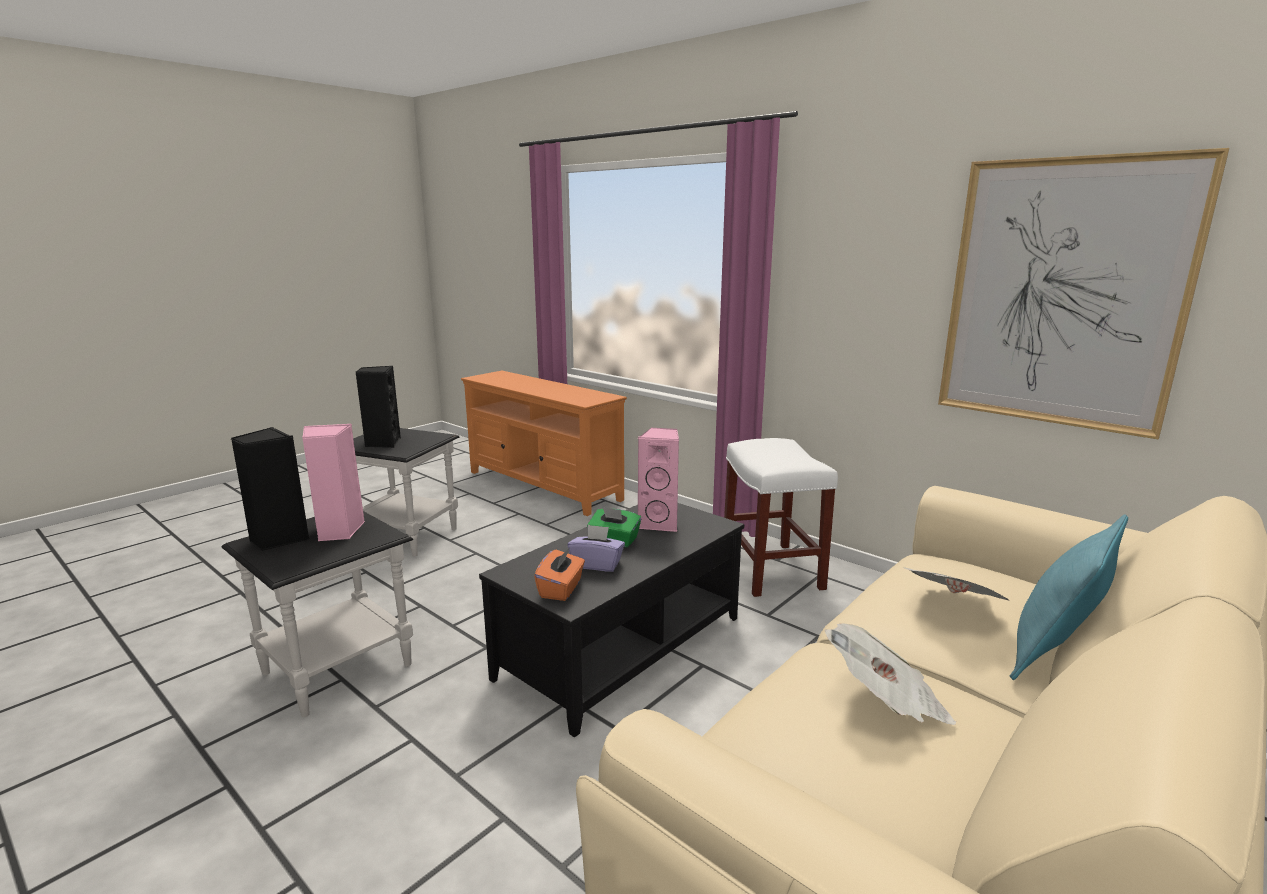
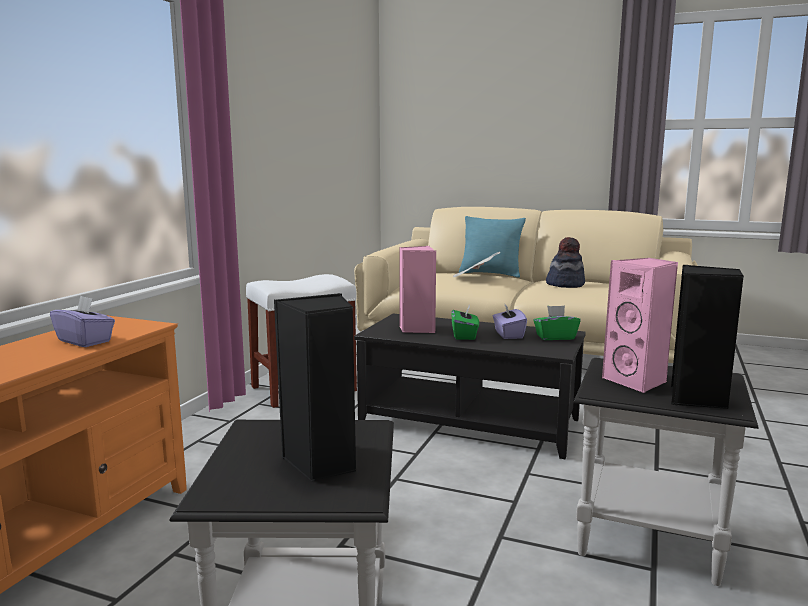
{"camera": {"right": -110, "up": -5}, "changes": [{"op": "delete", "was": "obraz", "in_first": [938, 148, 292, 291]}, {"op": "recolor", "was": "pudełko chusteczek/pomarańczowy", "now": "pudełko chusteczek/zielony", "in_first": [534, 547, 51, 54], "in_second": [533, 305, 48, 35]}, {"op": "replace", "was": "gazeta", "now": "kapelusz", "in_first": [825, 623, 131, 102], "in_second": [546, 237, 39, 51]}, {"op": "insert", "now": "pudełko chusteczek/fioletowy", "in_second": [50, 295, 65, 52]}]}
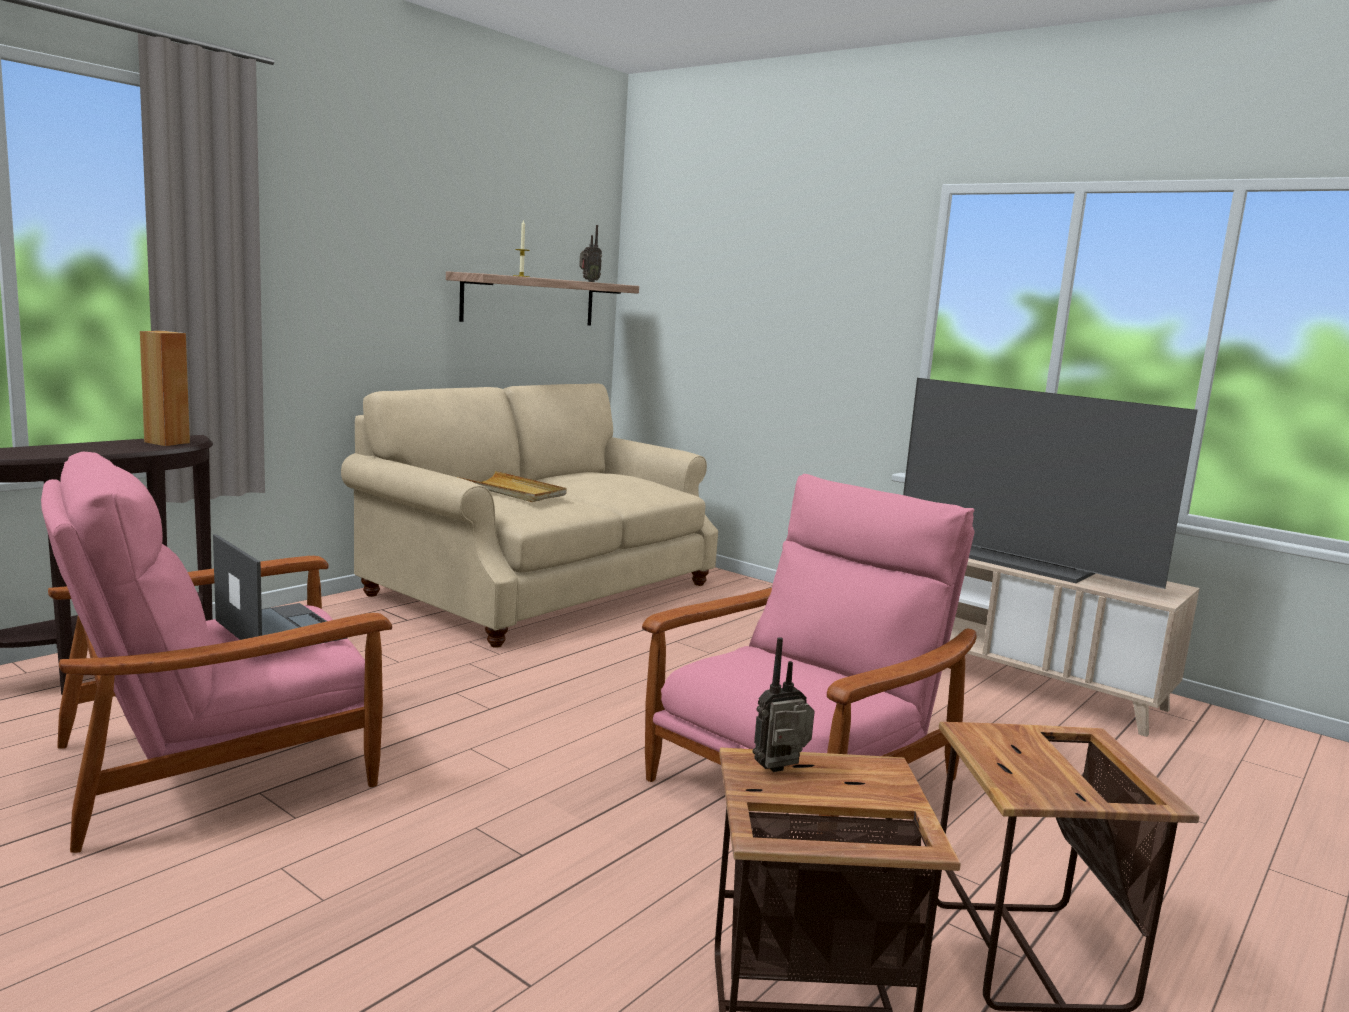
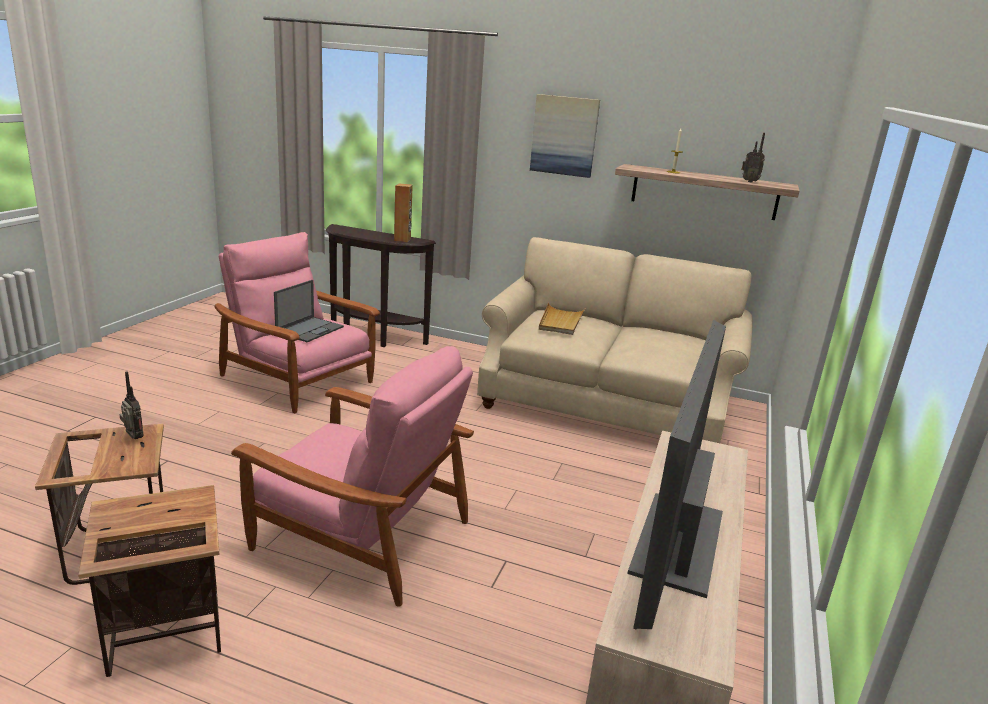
{"camera": {"right": 70, "up": 10}, "changes": [{"op": "insert", "now": "obraz", "in_second": [530, 94, 70, 84]}]}
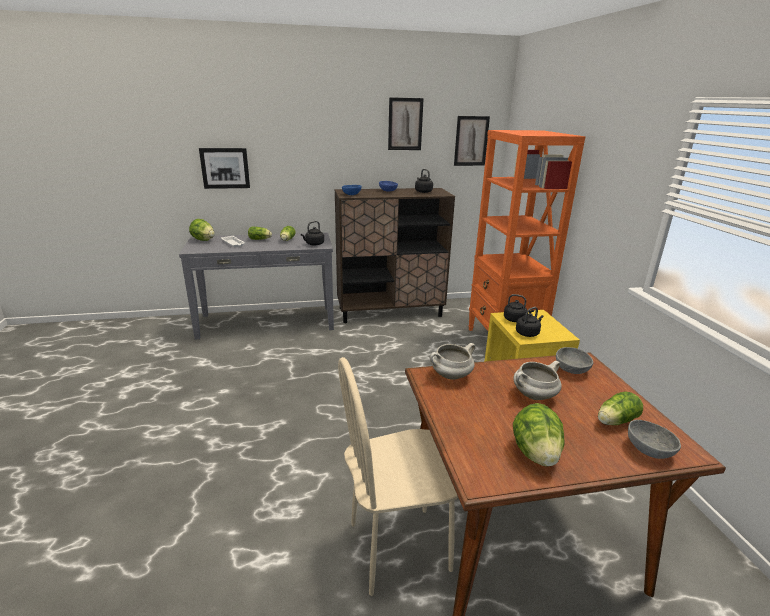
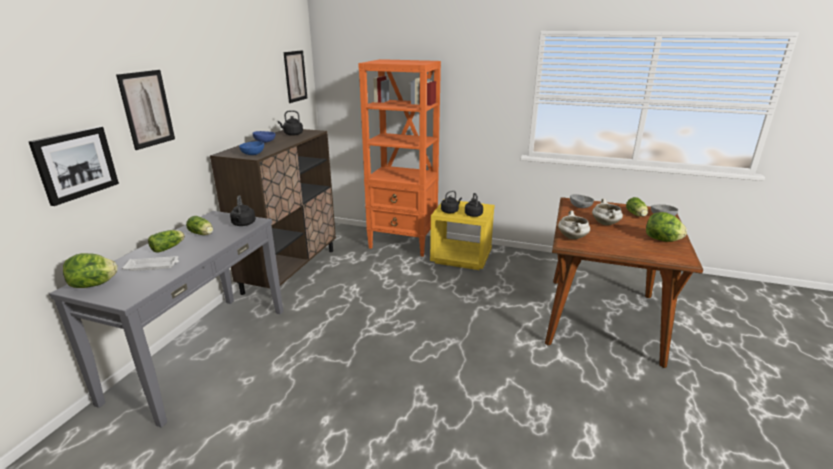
{"camera": {"right": -60, "up": 0}, "changes": [{"op": "move", "was": "obraz", "in_first": [388, 97, 36, 53], "in_second": [116, 70, 59, 80]}, {"op": "delete", "was": "krzesło/beżowy", "in_first": [338, 357, 120, 239]}]}
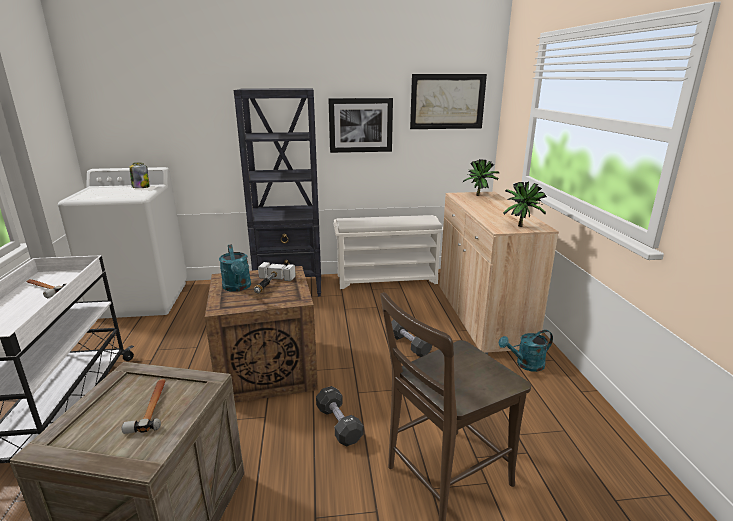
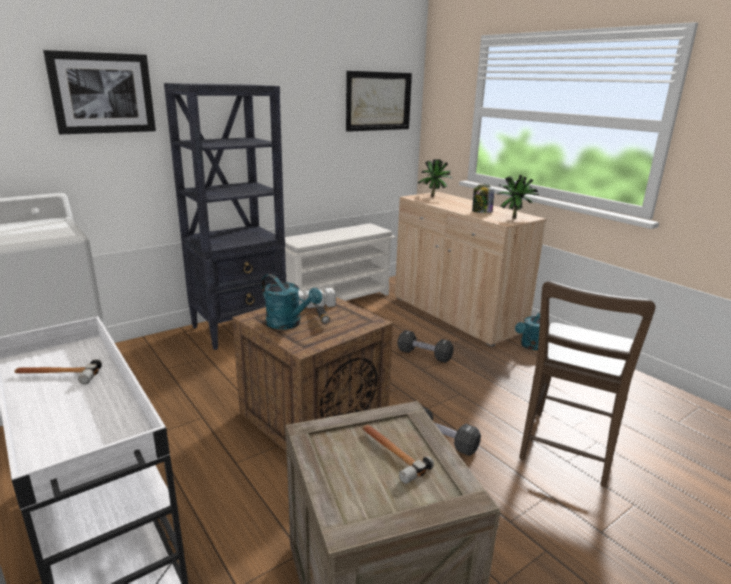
{"camera": {"right": -30, "up": 0}, "changes": [{"op": "move", "was": "obraz", "in_first": [328, 98, 65, 55], "in_second": [43, 50, 113, 84]}, {"op": "move", "was": "słoik", "in_first": [129, 163, 21, 25], "in_second": [472, 184, 22, 29]}]}
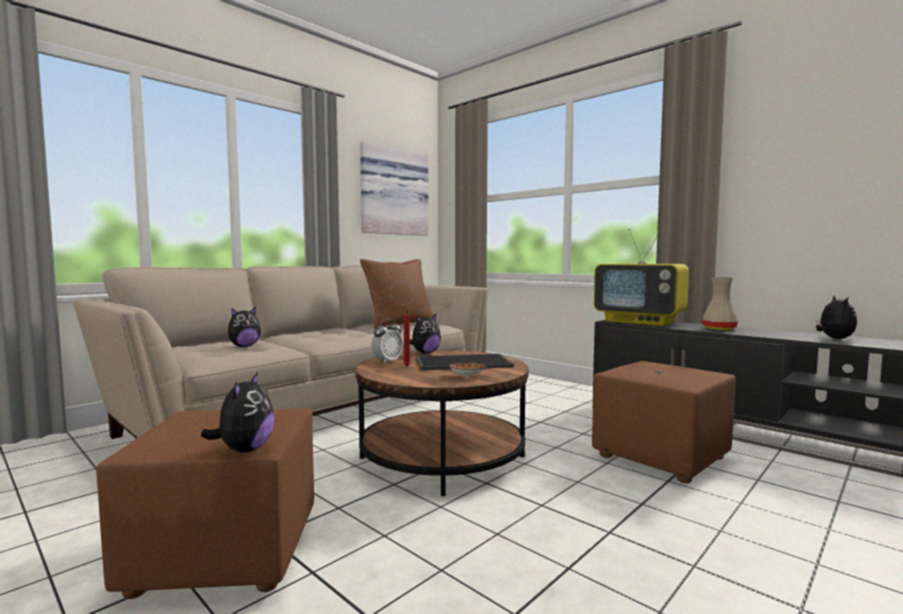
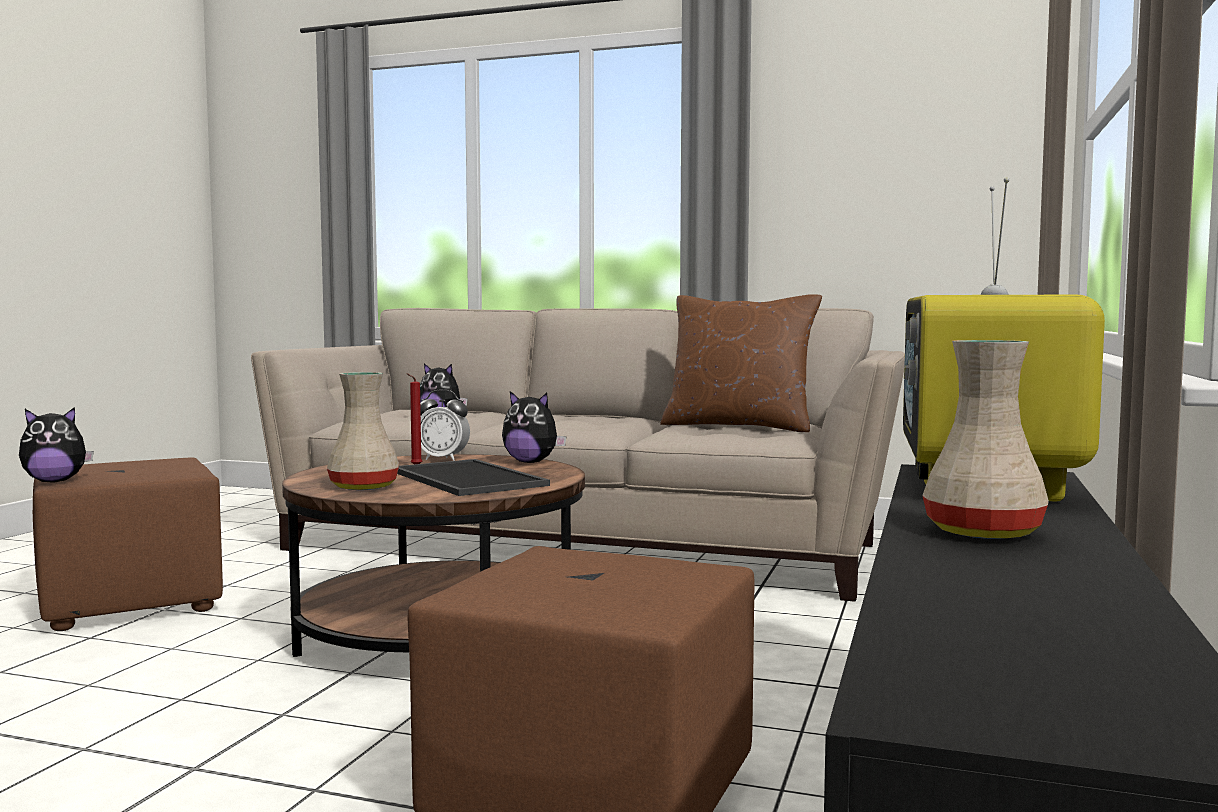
{"camera": {"right": 65, "up": 0}, "changes": [{"op": "delete", "was": "obraz", "in_first": [360, 142, 69, 94]}, {"op": "delete", "was": "pluszak", "in_first": [816, 295, 41, 44]}, {"op": "replace", "was": "miska", "now": "wazon/beżowy", "in_first": [448, 363, 39, 14], "in_second": [327, 372, 72, 118]}]}
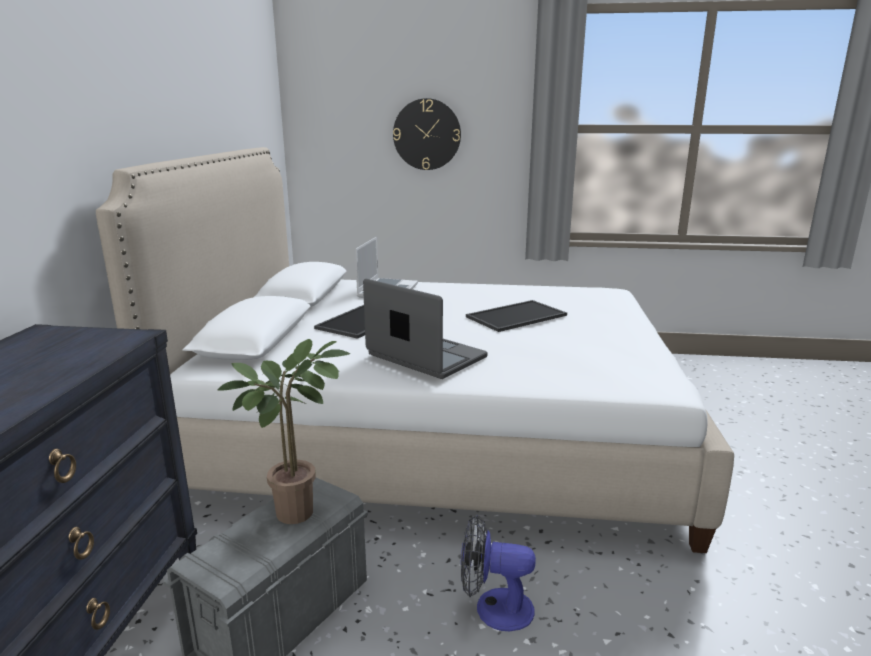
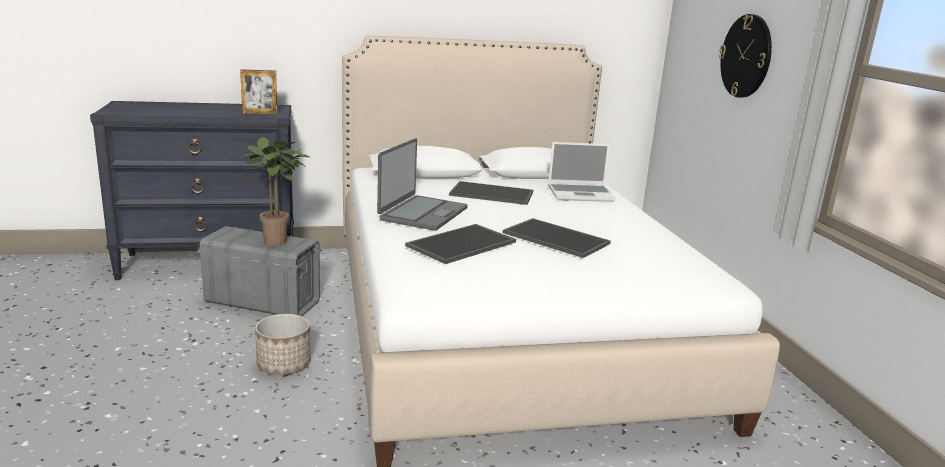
{"camera": {"right": 70, "up": 0}, "changes": [{"op": "replace", "was": "wentylator", "now": "donica", "in_first": [461, 515, 75, 116], "in_second": [255, 314, 56, 61]}, {"op": "insert", "now": "ramka na zdjęcie", "in_second": [240, 69, 38, 45]}, {"op": "insert", "now": "taca", "in_second": [405, 224, 111, 40]}]}
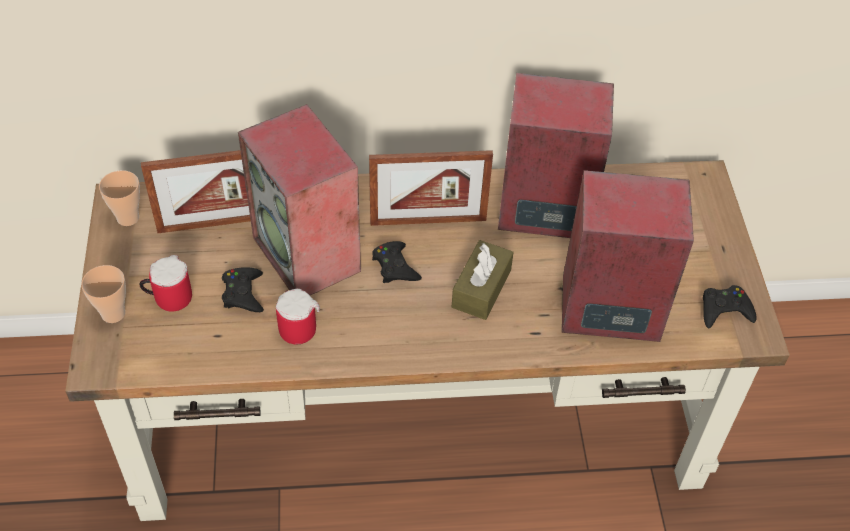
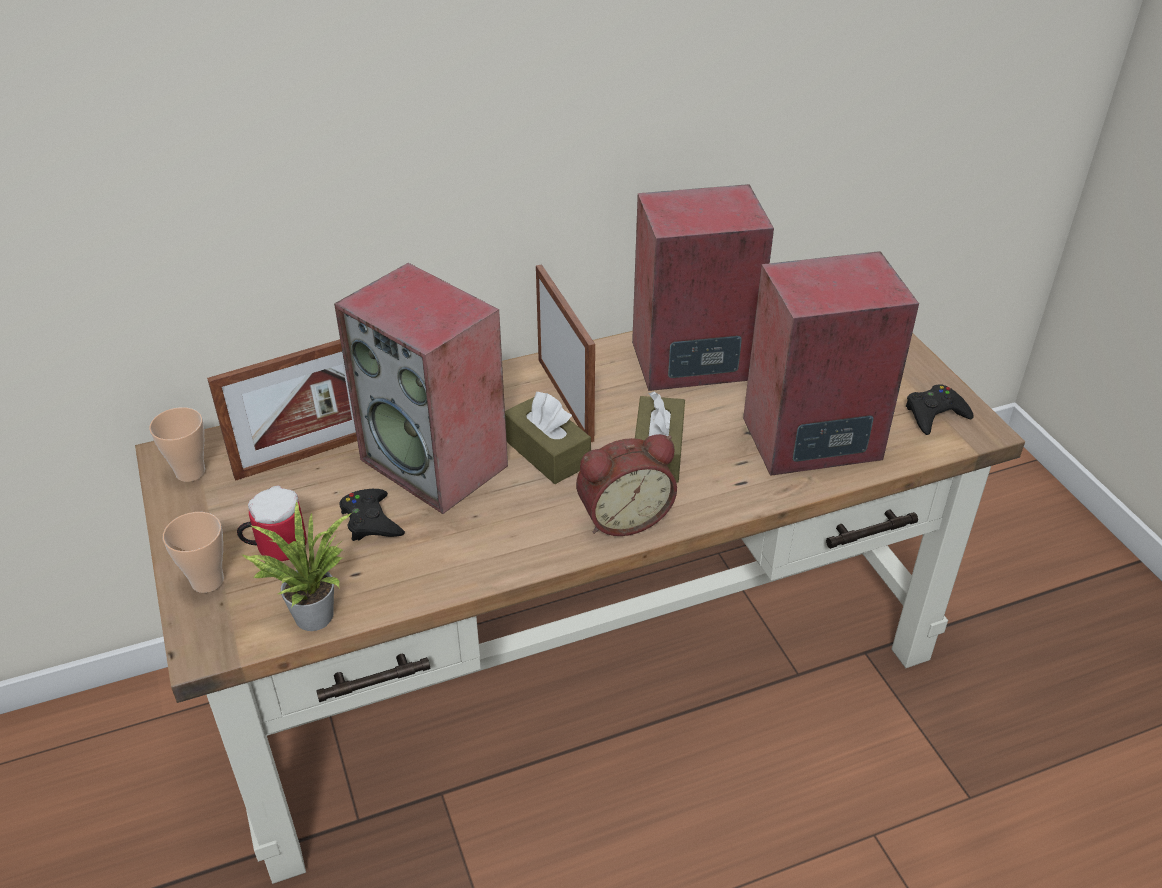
{"camera": {"right": -15, "up": -10}, "changes": [{"op": "rotate", "was": "ramka na zdjęcie", "in_first": [369, 150, 124, 76], "in_second": [536, 264, 59, 178], "clockwise": -90}, {"op": "replace", "was": "pad do gier/czarny", "now": "pudełko chusteczek/brązowy", "in_first": [372, 241, 50, 42], "in_second": [505, 392, 86, 92]}, {"op": "delete", "was": "kubek", "in_first": [276, 289, 44, 56]}, {"op": "insert", "now": "budzik", "in_second": [576, 434, 101, 102]}, {"op": "insert", "now": "roślina doniczkowa", "in_second": [243, 501, 109, 130]}]}
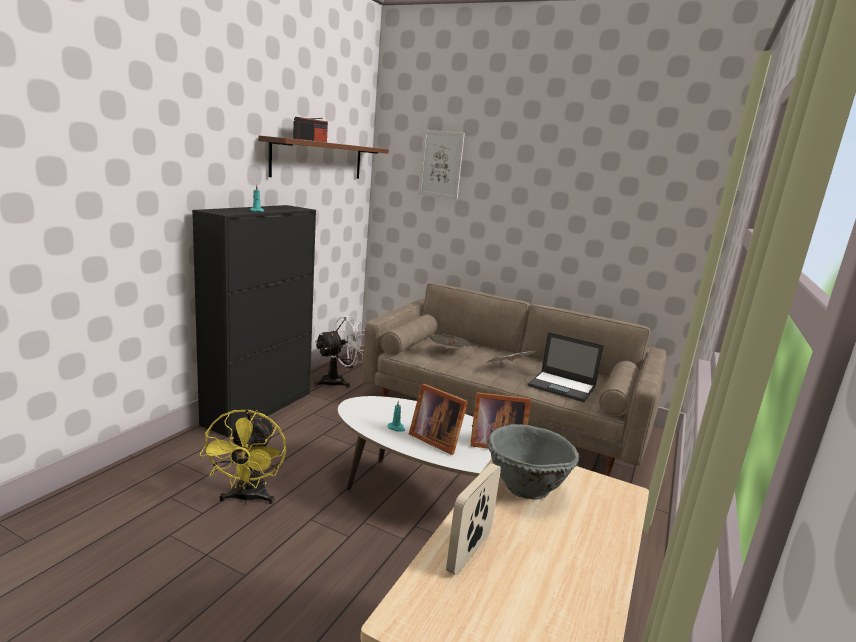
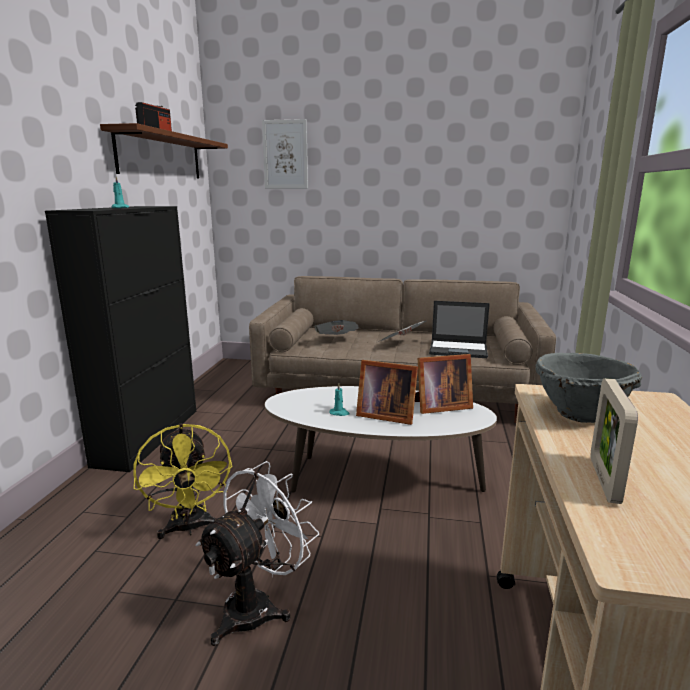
{"camera": {"right": -15, "up": 0}, "changes": [{"op": "move", "was": "wentylator/biały", "in_first": [314, 316, 51, 72], "in_second": [196, 461, 123, 185]}]}
